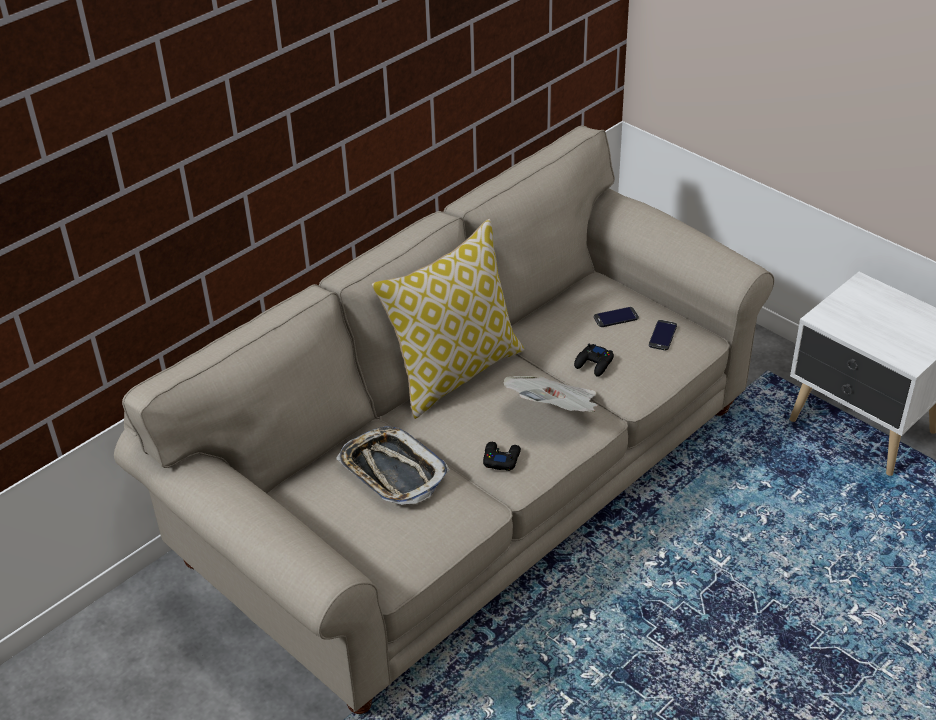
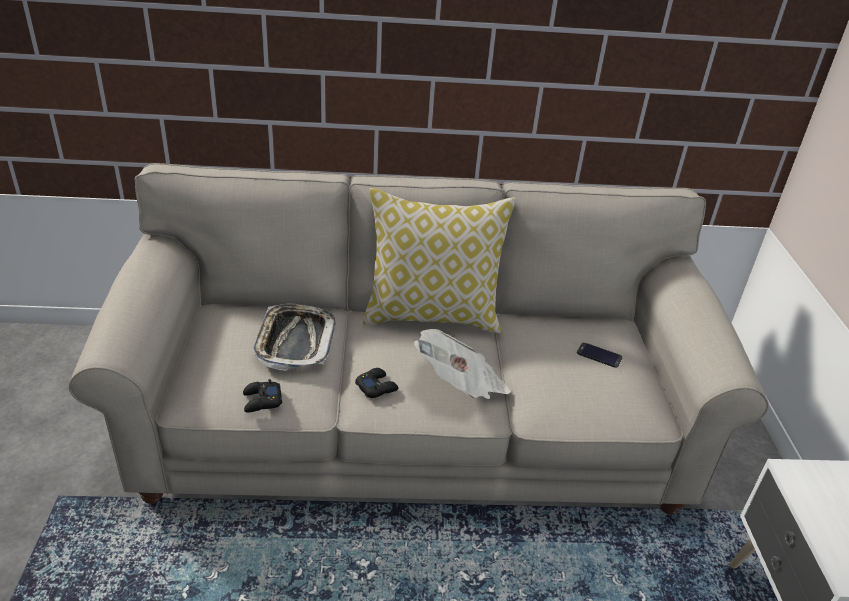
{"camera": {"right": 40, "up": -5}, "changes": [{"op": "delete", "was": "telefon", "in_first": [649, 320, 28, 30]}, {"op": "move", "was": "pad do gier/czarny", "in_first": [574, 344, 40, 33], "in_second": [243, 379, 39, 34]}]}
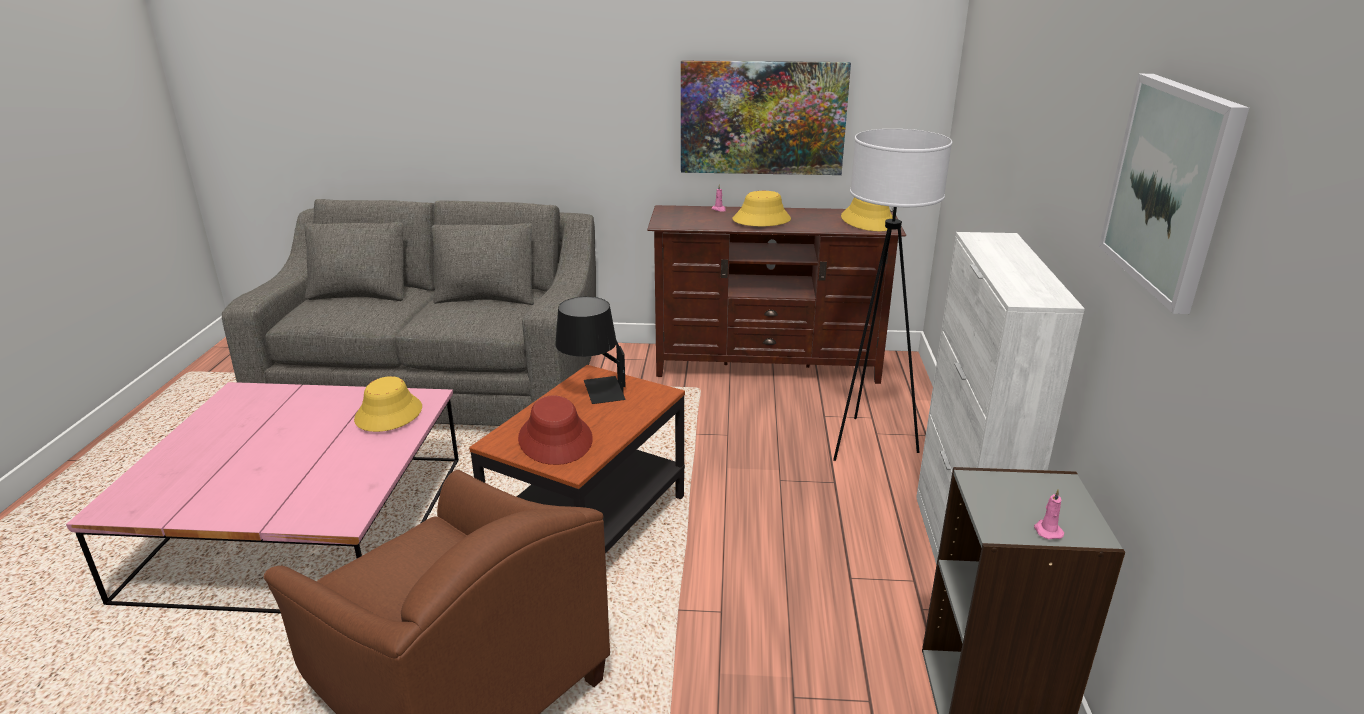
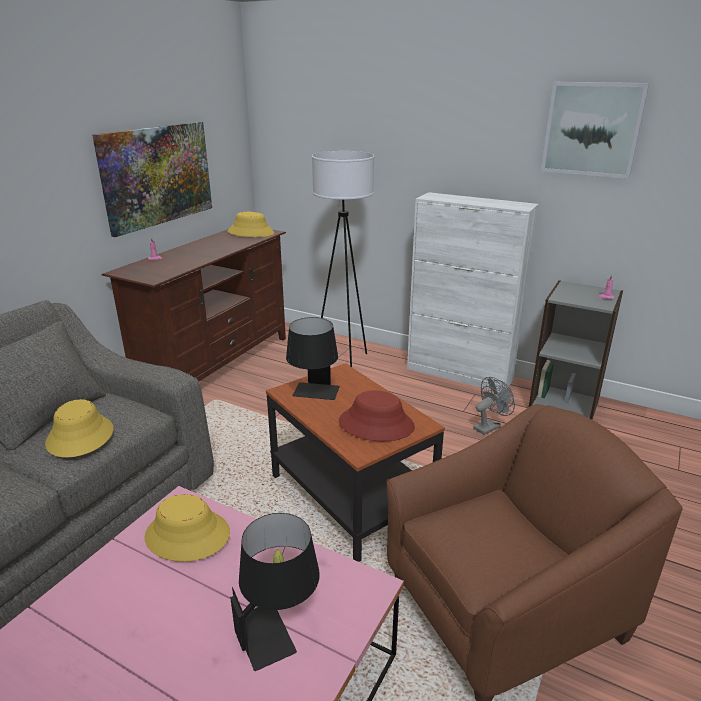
{"camera": {"right": -65, "up": 0}, "changes": [{"op": "move", "was": "kapelusz/żółty", "in_first": [732, 191, 59, 35], "in_second": [45, 399, 69, 59]}, {"op": "insert", "now": "wentylator/szary", "in_second": [473, 377, 42, 58]}, {"op": "insert", "now": "lampa stołowa/czarny", "in_second": [230, 513, 90, 158]}]}
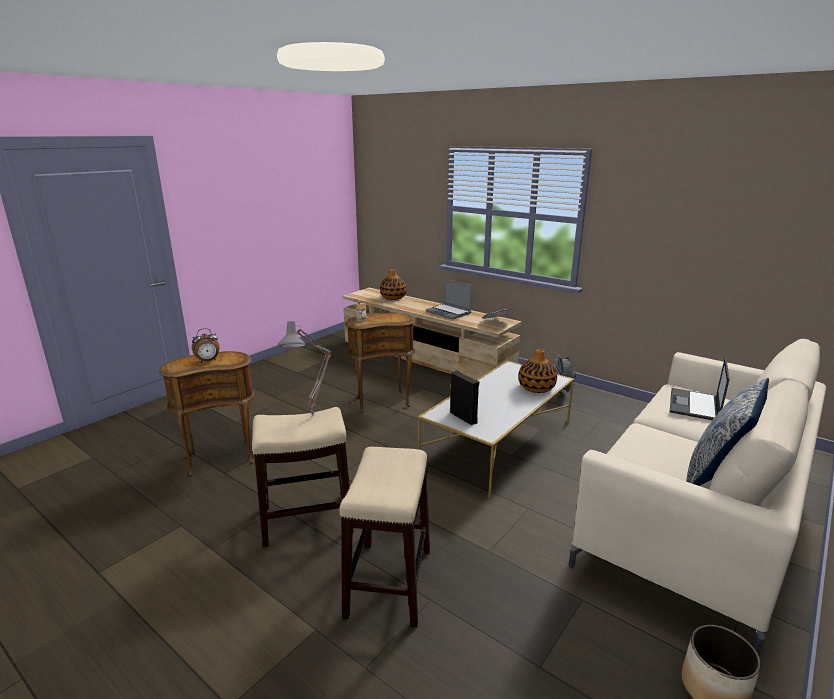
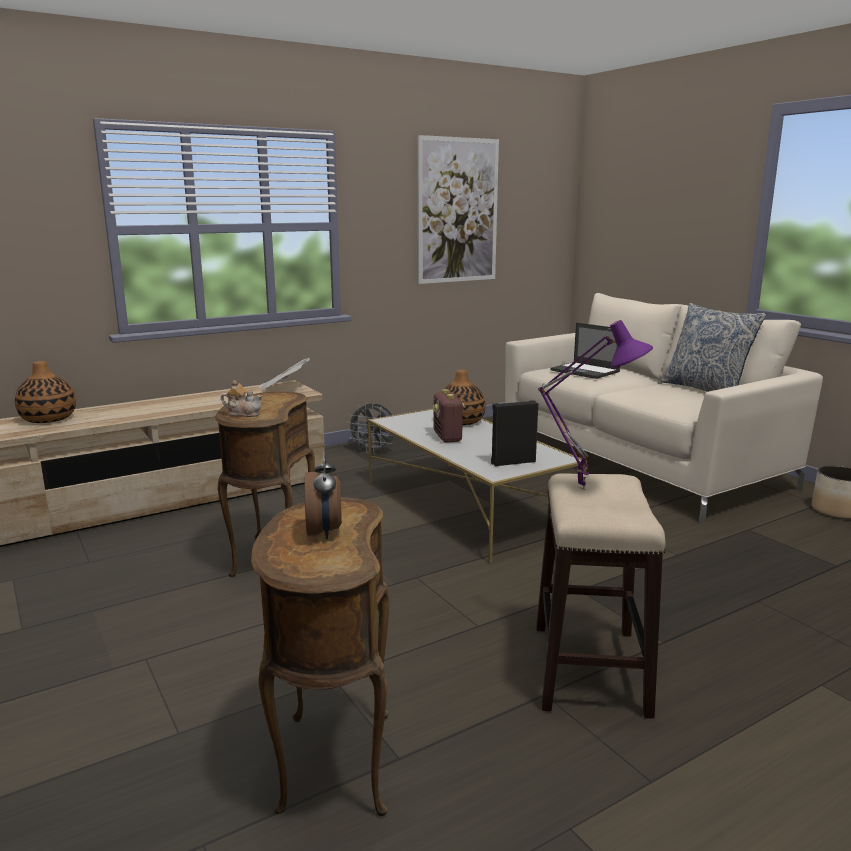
{"camera": {"right": -70, "up": -5}, "changes": [{"op": "delete", "was": "laptop", "in_first": [426, 279, 46, 41]}, {"op": "recolor", "was": "lampa stołowa/szary", "now": "lampa stołowa/fioletowy", "in_first": [278, 321, 53, 96], "in_second": [538, 320, 115, 170]}, {"op": "delete", "was": "stołek", "in_first": [339, 447, 91, 181]}, {"op": "insert", "now": "obraz", "in_second": [418, 135, 81, 149]}, {"op": "insert", "now": "radio", "in_second": [433, 389, 33, 54]}]}
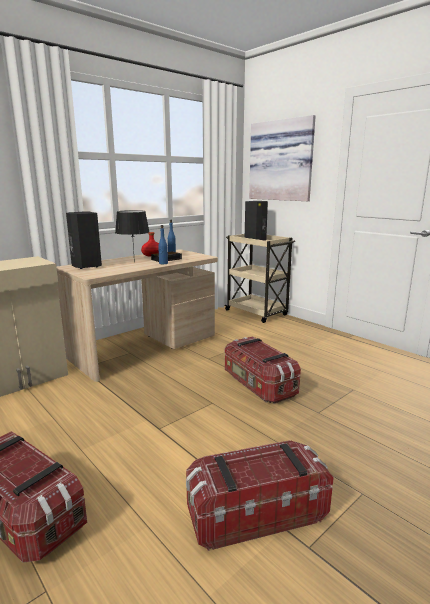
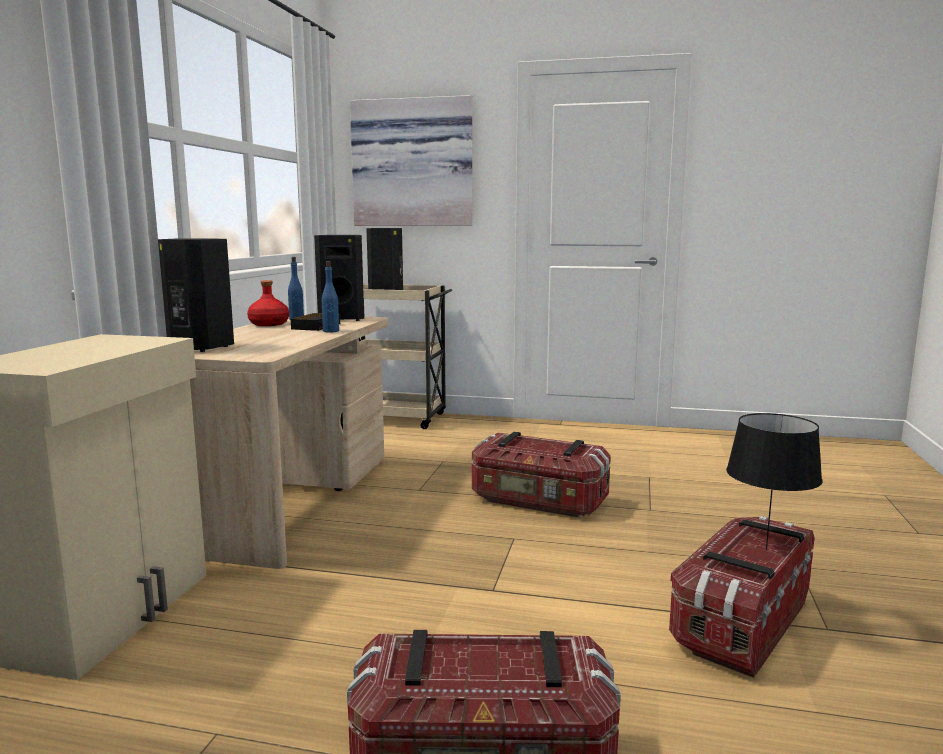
{"camera": {"right": -35, "up": -5}, "changes": [{"op": "move", "was": "lampa stołowa/czarny", "in_first": [115, 210, 35, 53], "in_second": [726, 413, 96, 137]}, {"op": "insert", "now": "głośnik/czarny", "in_second": [314, 235, 50, 86]}]}
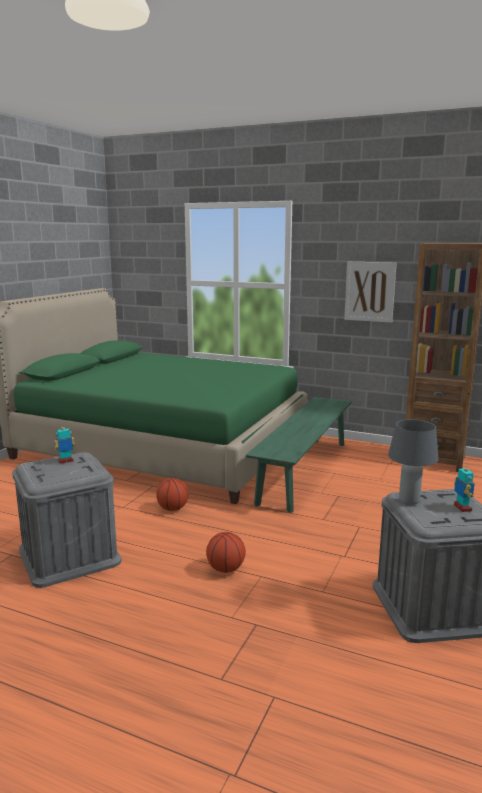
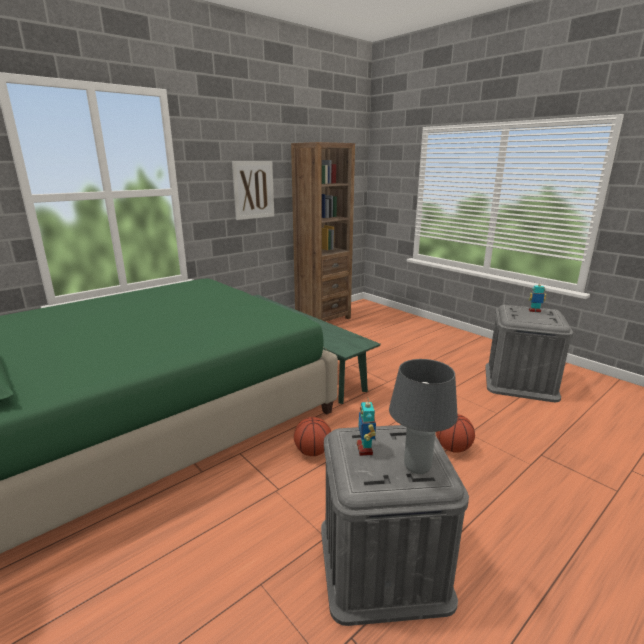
{"camera": {"right": -65, "up": 5}, "changes": [{"op": "move", "was": "lampa stołowa/szary", "in_first": [388, 419, 50, 86], "in_second": [389, 359, 69, 115]}]}
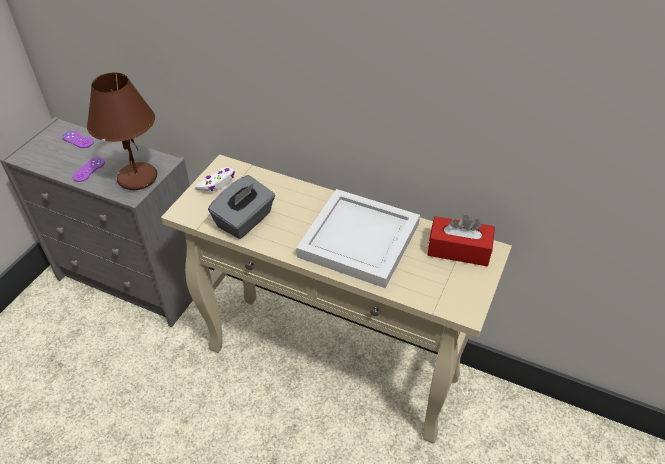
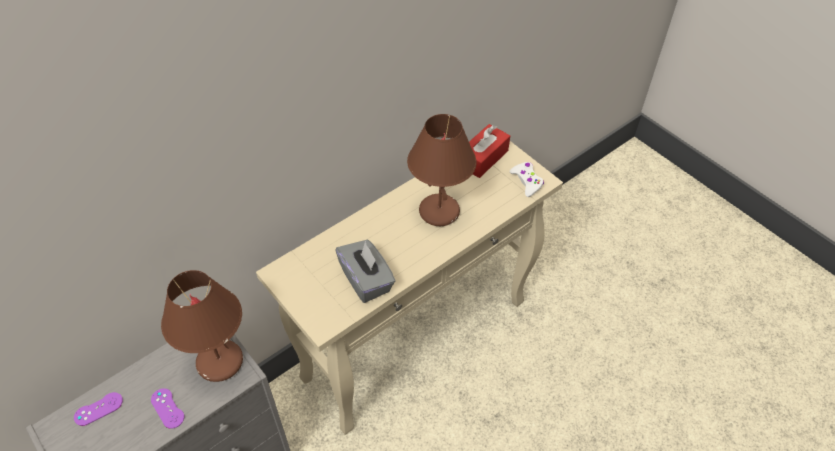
{"camera": {"right": -65, "up": 5}, "changes": [{"op": "move", "was": "pad do gier/biały", "in_first": [195, 167, 40, 25], "in_second": [510, 162, 34, 35]}, {"op": "replace", "was": "taca/biały", "now": "lampa stołowa/brązowy", "in_first": [296, 189, 124, 99], "in_second": [407, 114, 70, 112]}]}
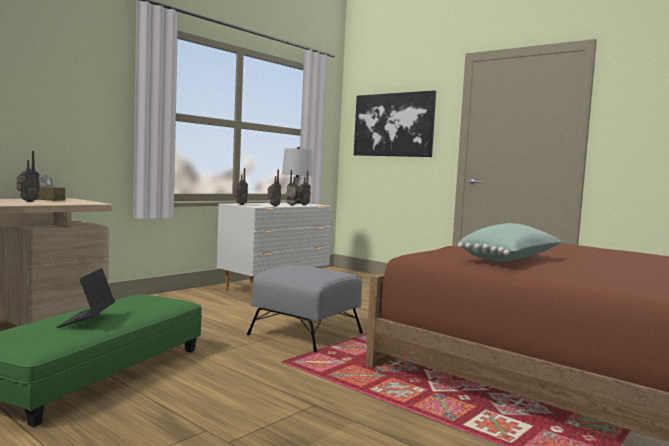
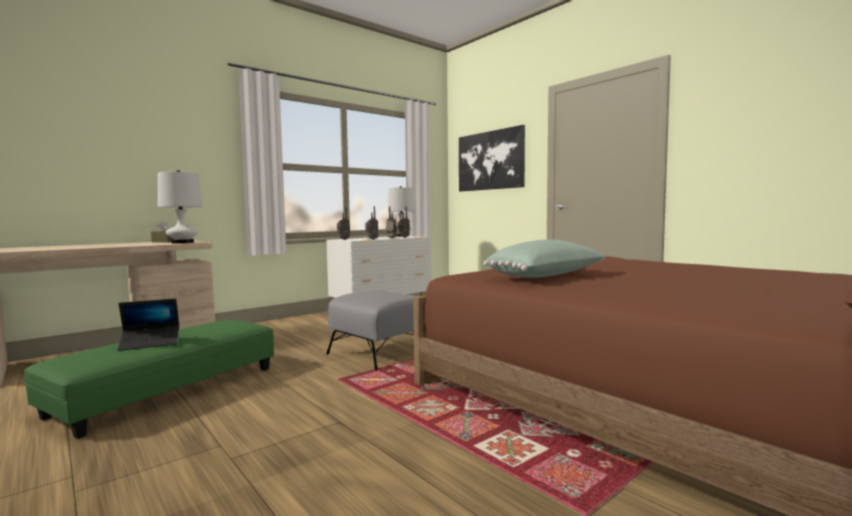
{"camera": {"right": 10, "up": 0}, "changes": [{"op": "delete", "was": "radio", "in_first": [16, 151, 24, 51]}, {"op": "rotate", "was": "laptop", "in_first": [57, 268, 58, 60], "in_second": [118, 299, 61, 52], "clockwise": -120}, {"op": "insert", "now": "lampa stołowa/biały", "in_second": [158, 170, 44, 74]}]}
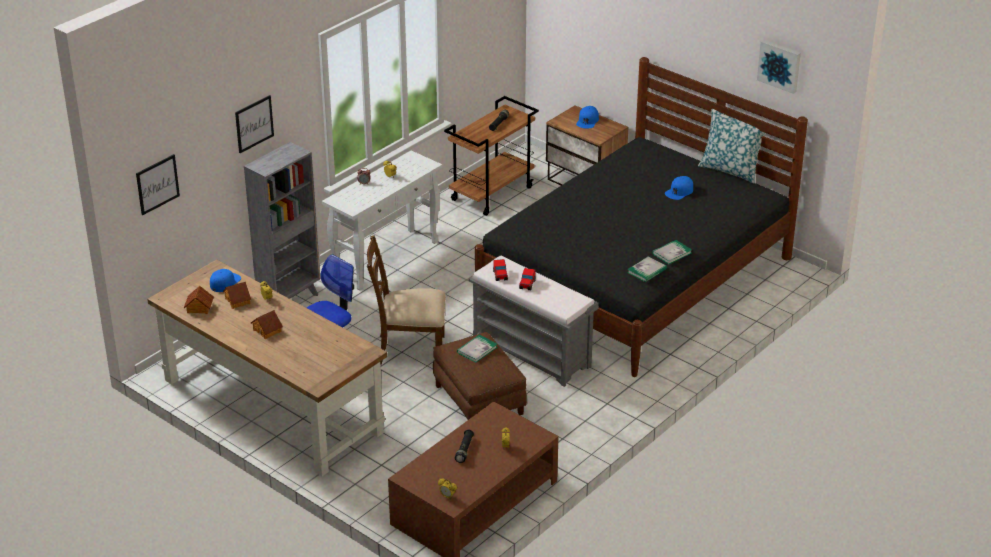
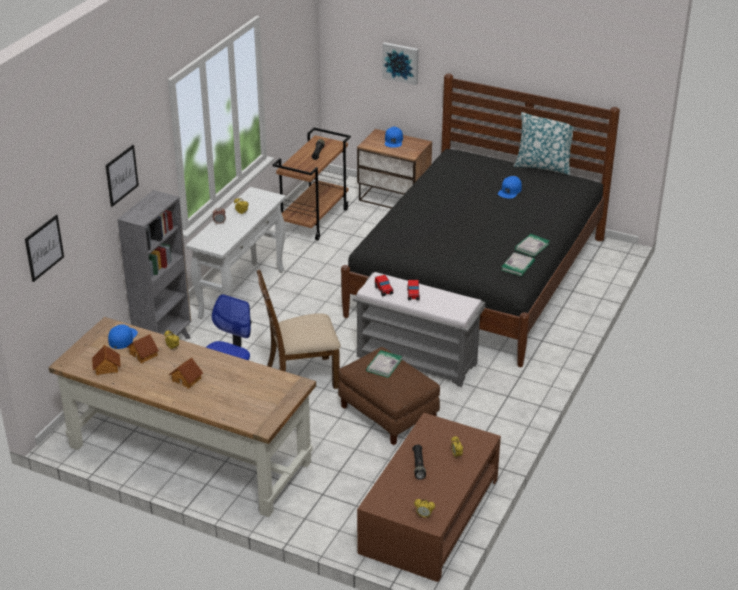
{"camera": {"right": -15, "up": 0}, "changes": [{"op": "move", "was": "obraz", "in_first": [757, 40, 44, 54], "in_second": [382, 42, 37, 43]}]}
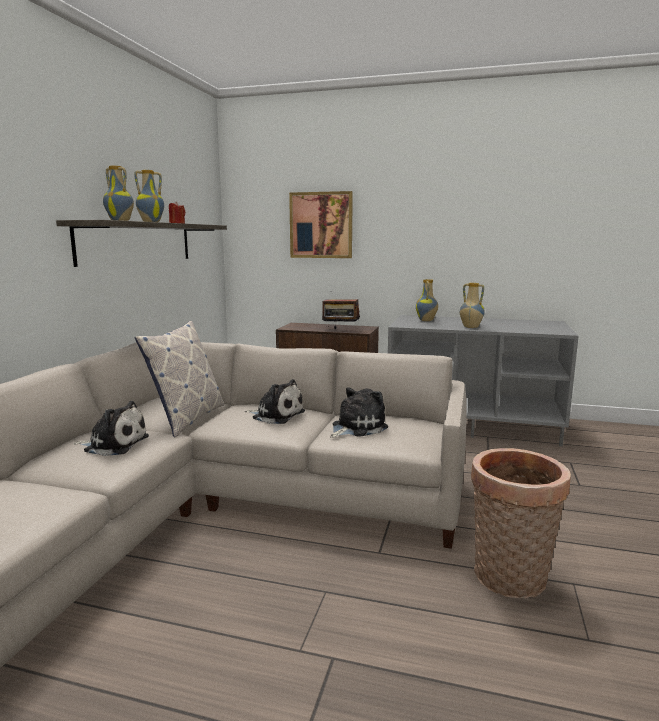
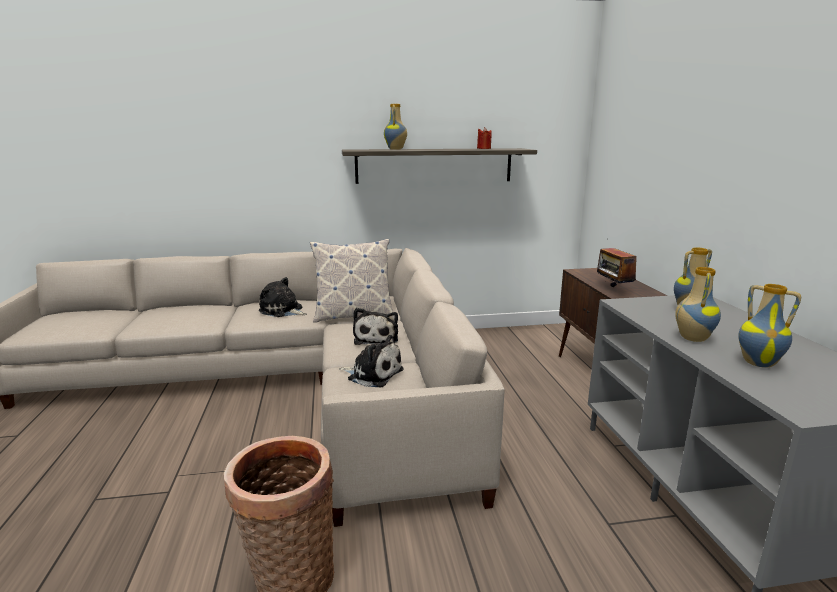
{"camera": {"right": 65, "up": 5}, "changes": [{"op": "move", "was": "wazon", "in_first": [134, 170, 30, 52], "in_second": [738, 284, 63, 84]}, {"op": "delete", "was": "obraz", "in_first": [289, 191, 64, 67]}, {"op": "rotate", "was": "pluszak", "in_first": [73, 401, 76, 55], "in_second": [259, 277, 48, 40], "clockwise": 135}]}
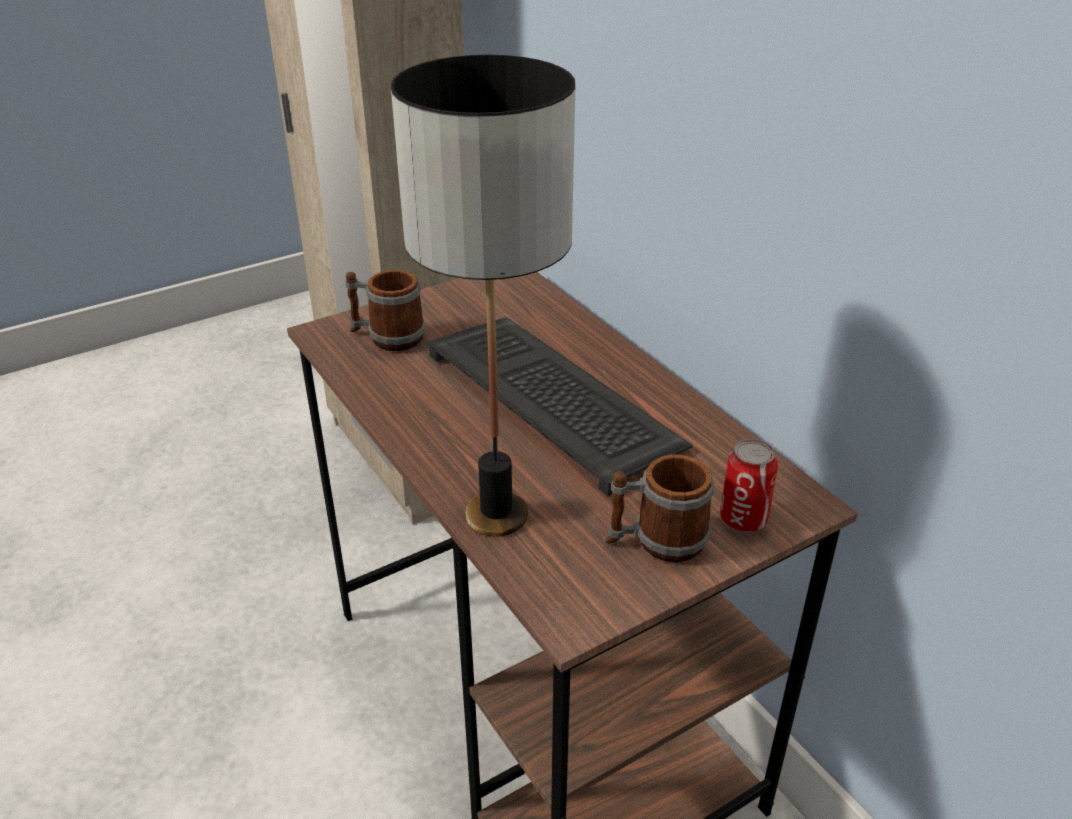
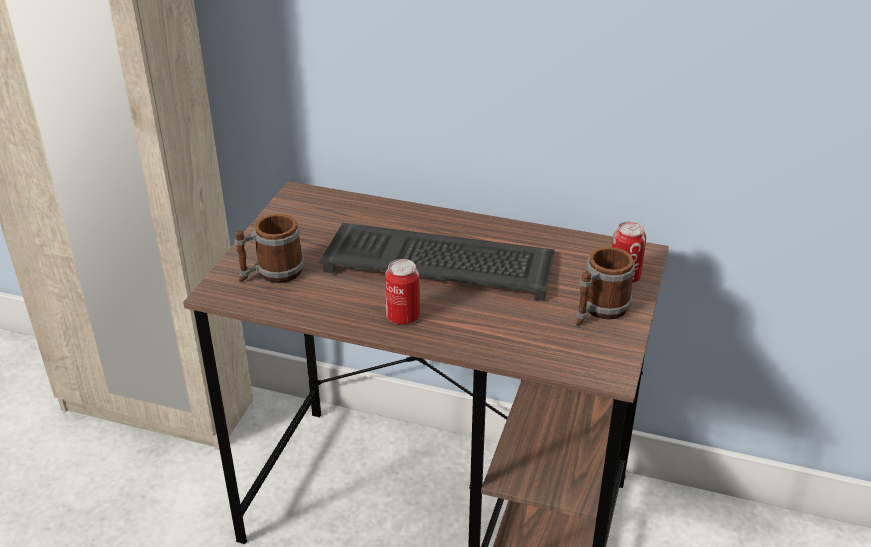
{"camera": {"right": -40, "up": 0}, "changes": [{"op": "delete", "was": "lampa stołowa", "in_first": [391, 55, 184, 482]}, {"op": "insert", "now": "puszka", "in_second": [385, 259, 35, 65]}]}
